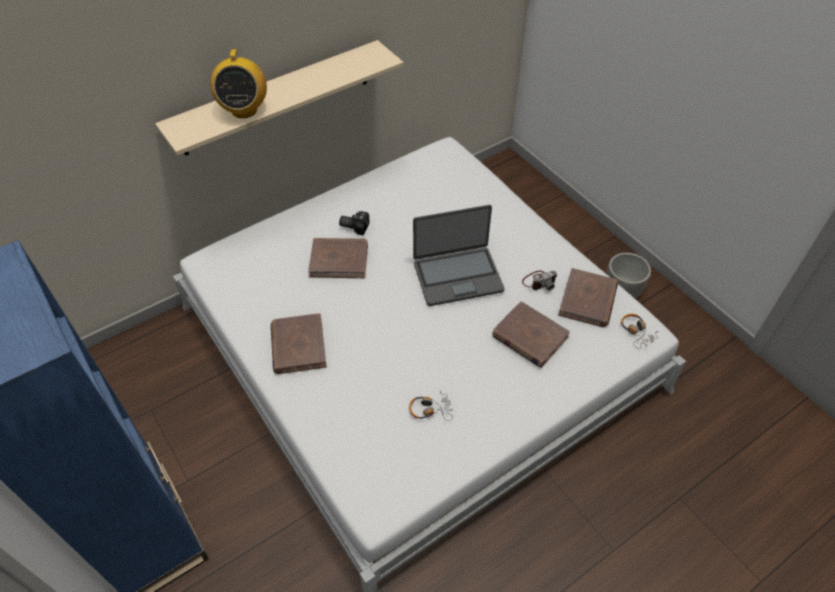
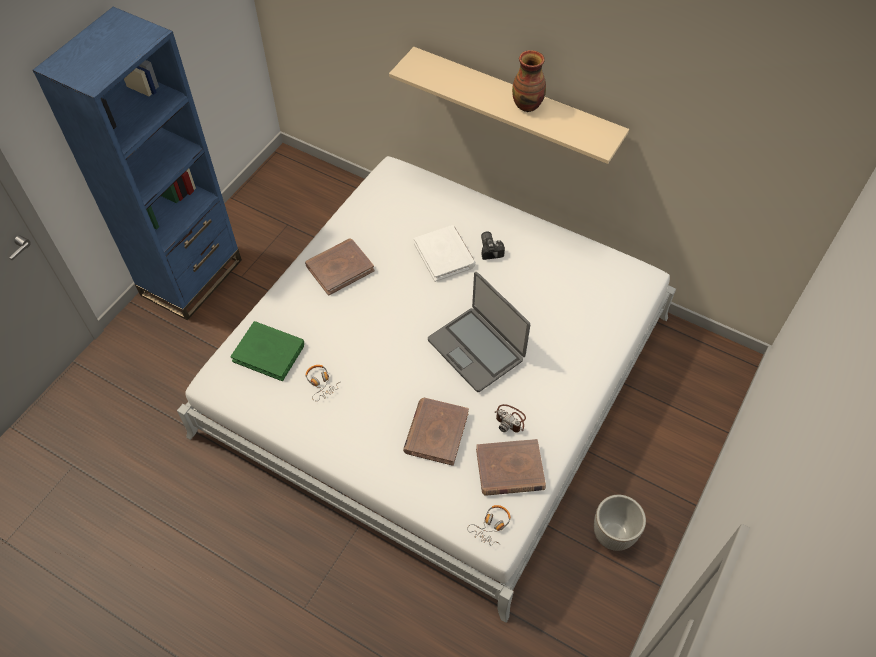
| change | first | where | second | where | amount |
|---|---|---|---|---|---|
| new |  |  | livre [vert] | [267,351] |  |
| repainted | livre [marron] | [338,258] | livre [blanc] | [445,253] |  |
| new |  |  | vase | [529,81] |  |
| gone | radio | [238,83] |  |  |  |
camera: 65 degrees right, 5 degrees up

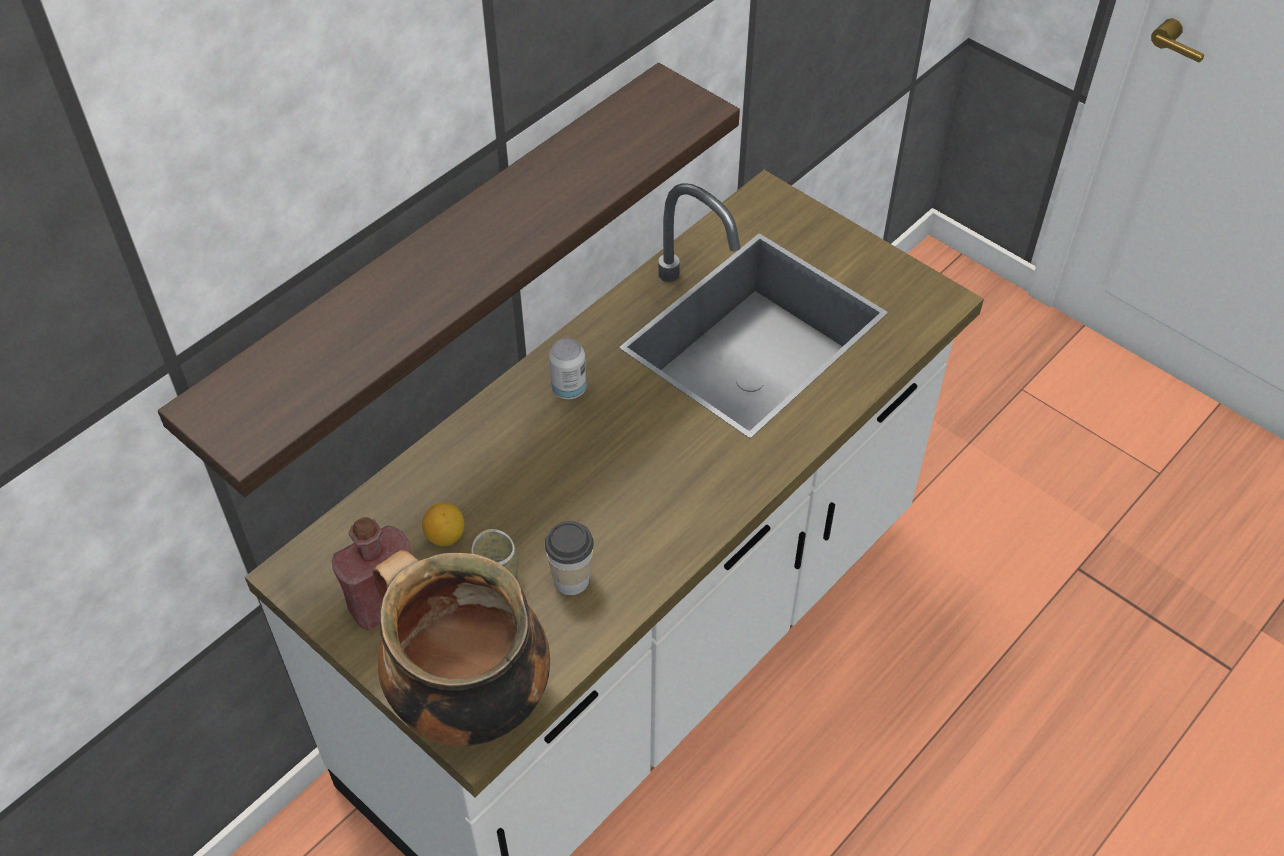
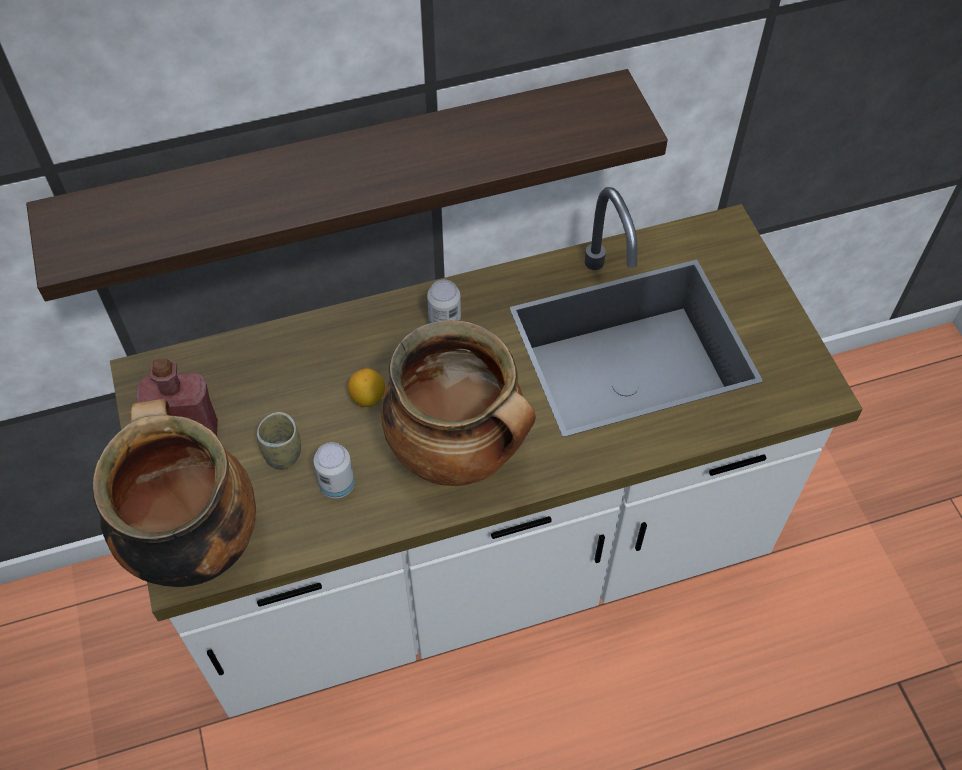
| change | first | where | second | where | amount |
|---|---|---|---|---|---|
| swapped | tasse | [569,558] | boîte métallique | [334,470] |  |
| shifted | citron | [443,524] |  | [366,388] |  |
| new |  |  | marmite | [458,403] |  |
camera: 30 degrees right, 5 degrees up

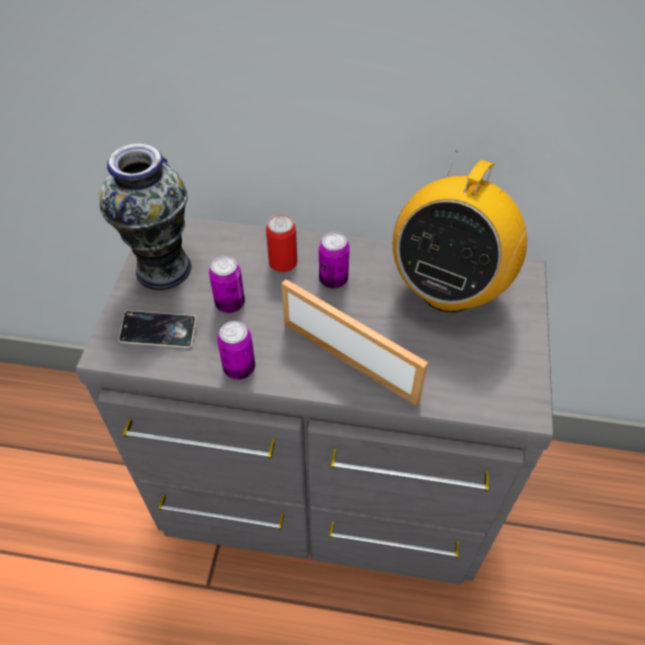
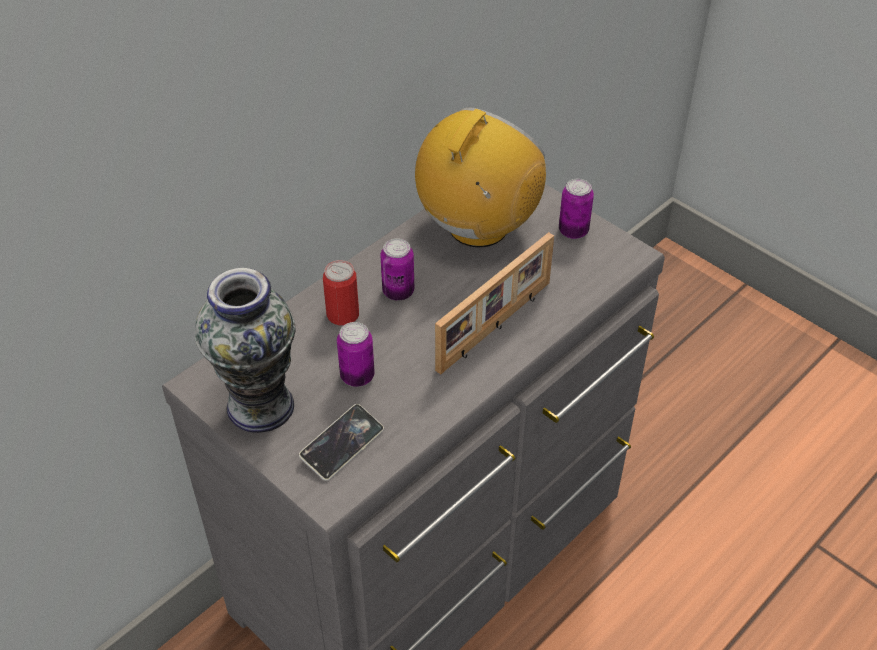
| change | first | where | second | where | amount |
|---|---|---|---|---|---|
| rotated | radio | [460,231] |  | [480,177] | 120 degrees counterclockwise |
| rotated | cadre photo | [354,342] |  | [494,303] | 150 degrees clockwise |
| shifted | boîte métallique | [236,350] |  | [576,209] |  |
camera: 55 degrees left, 5 degrees down

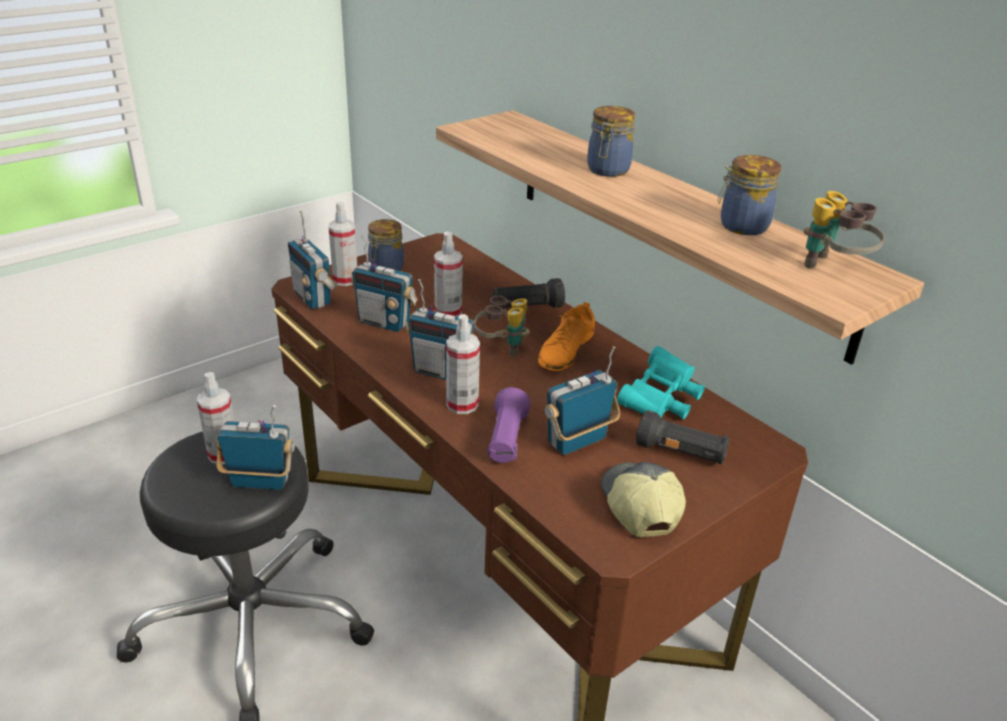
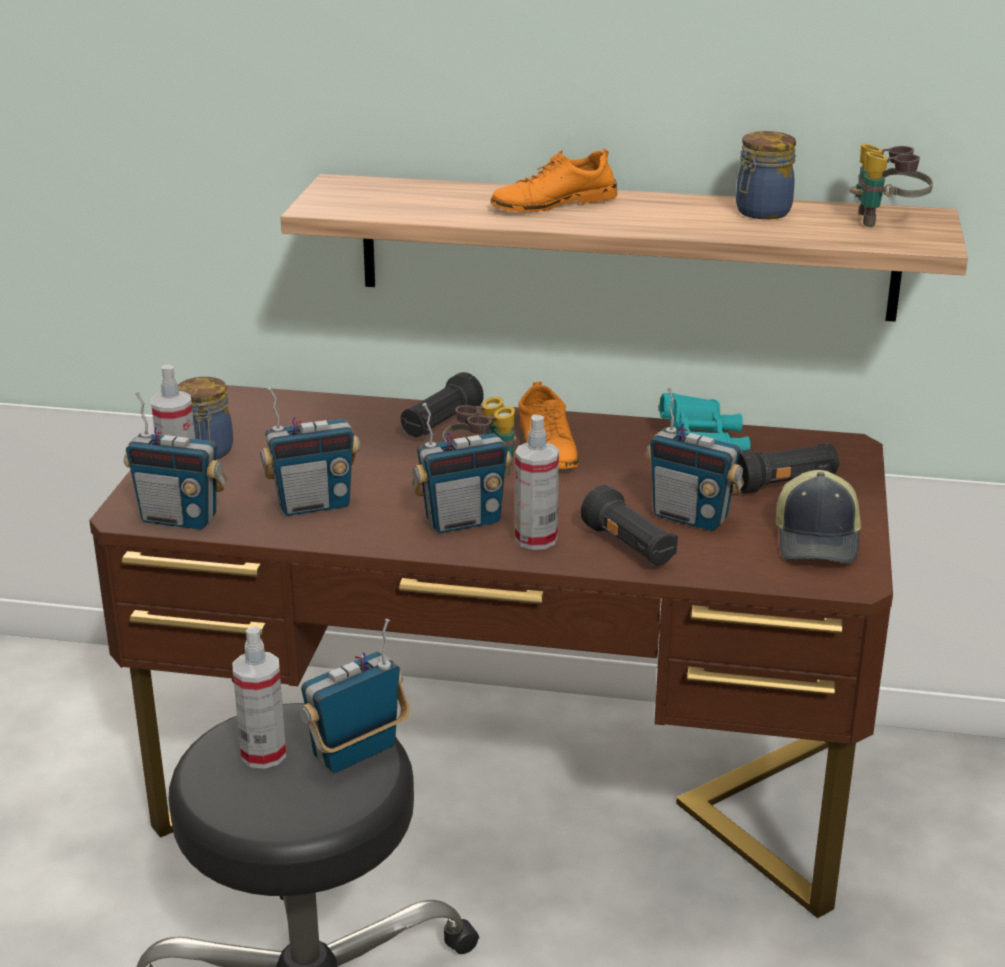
| change | first | where | second | where | amount |
|---|---|---|---|---|---|
| swapped | bocal | [611,141] | chaussure [orange] | [553,180] |  |
| repainted | lampe de poche [violet] | [508,425] | lampe de poche [noir] | [629,525] |  |
| rotated | radio | [582,400] |  | [694,459] | 75 degrees counterclockwise |
| rotated | casquette | [643,500] |  | [818,516] | 120 degrees counterclockwise |
| gone | vaporisateur | [448,274] |  |  |  |
camera: 40 degrees left, 5 degrees down

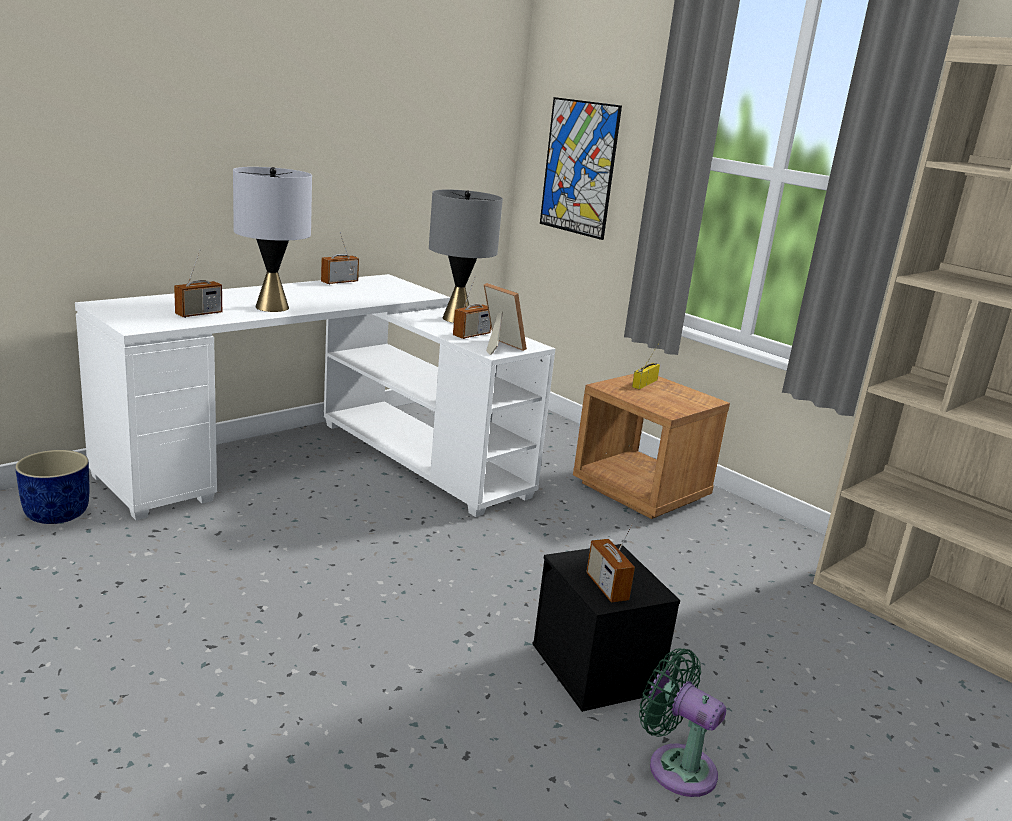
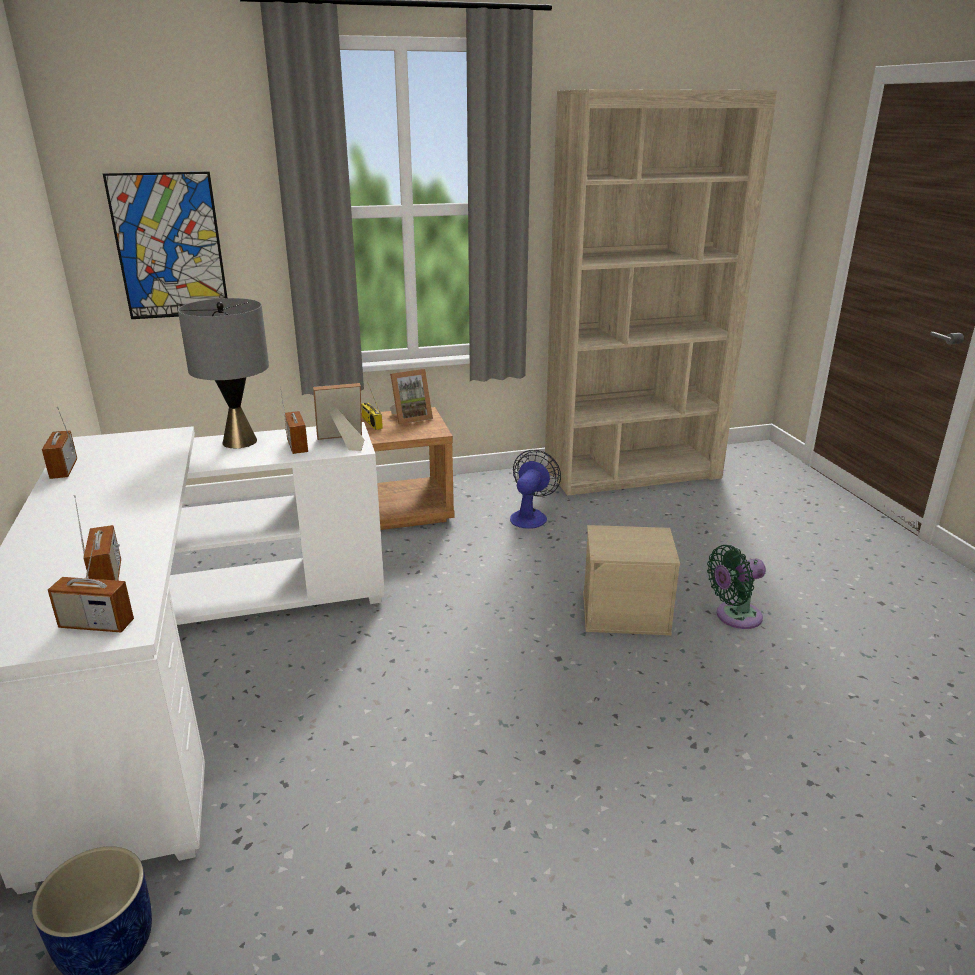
| change | first | where | second | where | amount |
|---|---|---|---|---|---|
| shifted | radio | [610,560] |  | [91,582] |  |
| new |  |  | cadre photo | [411,396] |  |
| new |  |  | ventilateur | [535,489] |  |
| repainted | boîte de rangement [noir] | [606,628] | boîte de rangement [beige] | [631,580] |  |
| gone | lampe de table [gris] | [272,239] |  |  |  |
camera: 60 degrees left, 5 degrees up

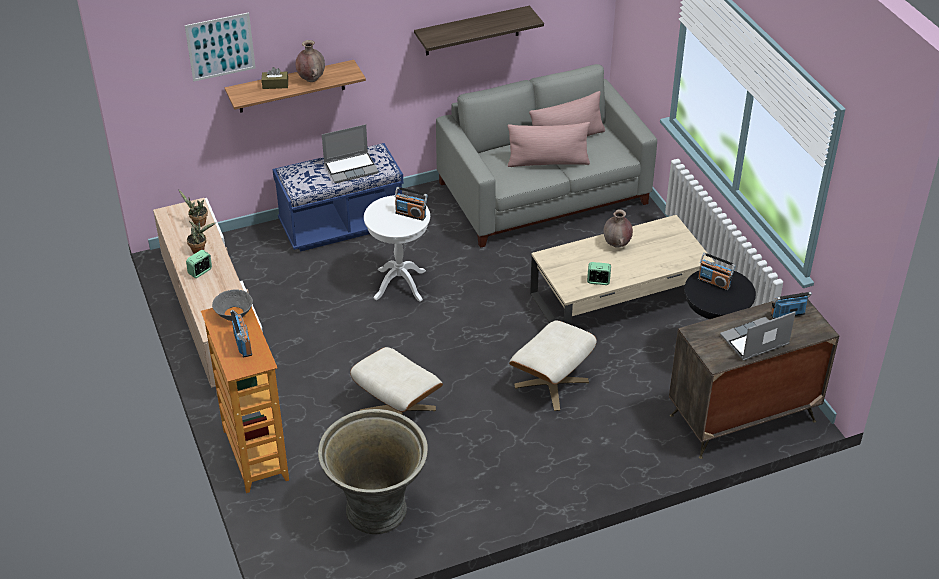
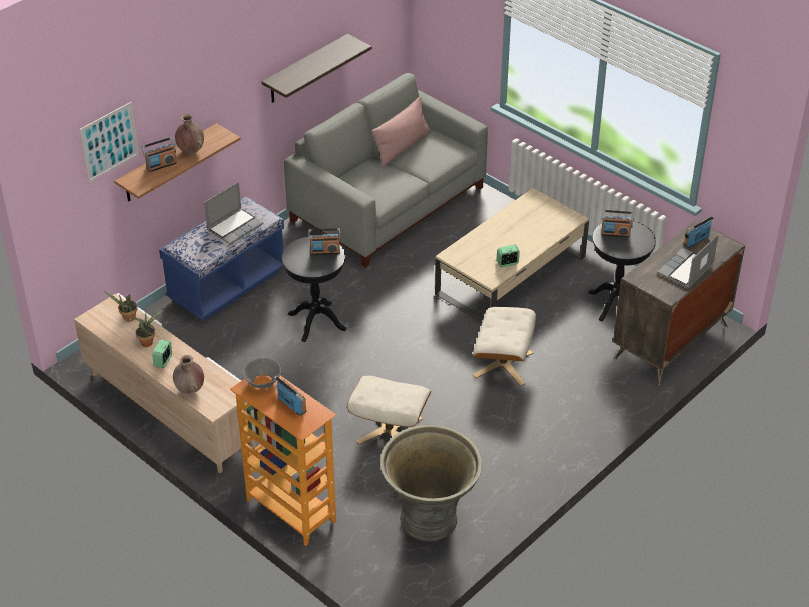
| change | first | where | second | where | amount |
|---|---|---|---|---|---|
| swapped | boîte à mouchoirs [marron] | [275,78] | radio | [159,154] |  |
| shifted | vase [marron] | [618,228] |  | [188,374] |  |
| repainted | table d'appoint [blanc] | [397,248] | table d'appoint [noir] | [313,289] |  |
| gone | coussin [rose] | [549,144] |  |  |  |
camera: 25 degrees left, 0 degrees up

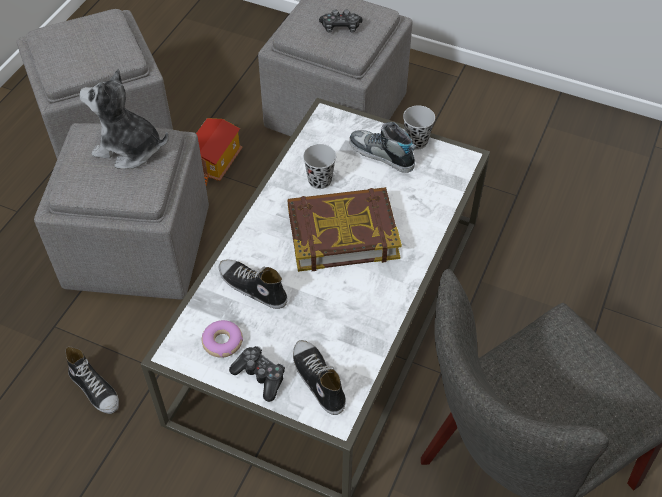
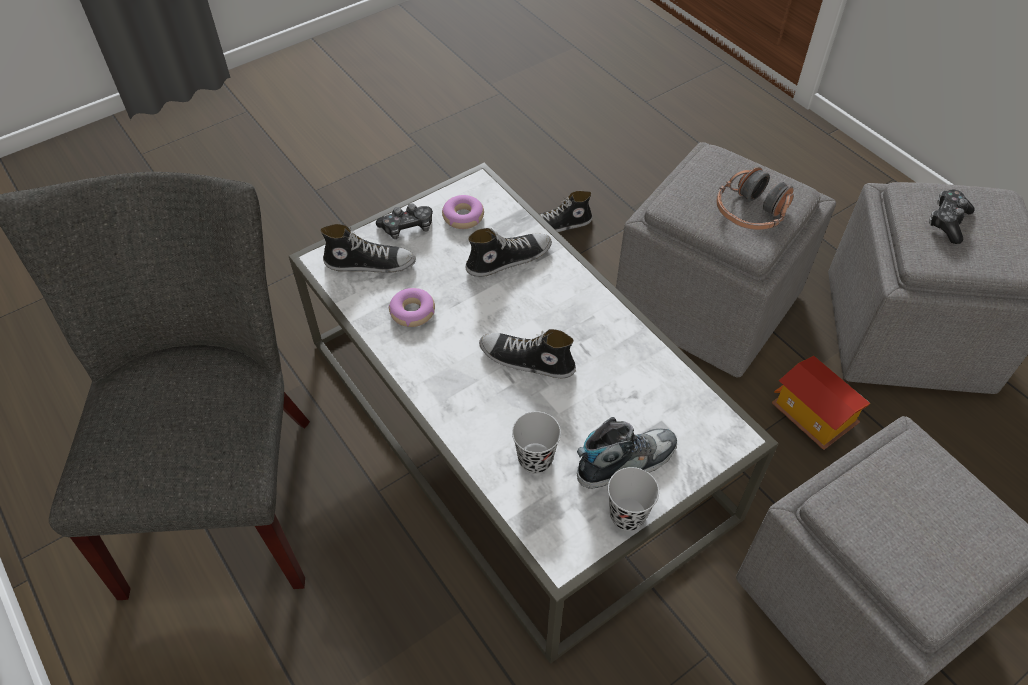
| change | first | where | second | where | amount |
|---|---|---|---|---|---|
| new |  |  | beignet | [412,307] |  |
| swapped | livre | [345,229] | chaussure | [527,353] |  |
| shifted | tasse [noir] | [319,166] |  | [536,442] |  |
| swapped | peluche | [124,119] | casque audio | [755,198] |  |
| shifted | manette | [341,21] |  | [952,216] |  |
camera: 120 degrees right, 0 degrees up

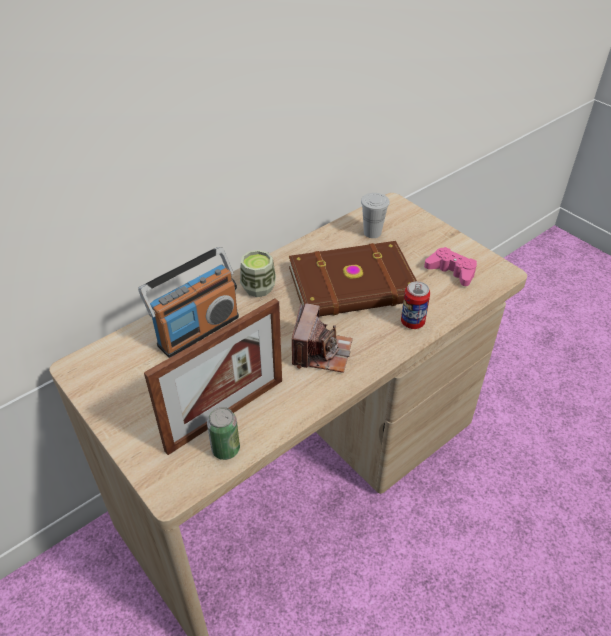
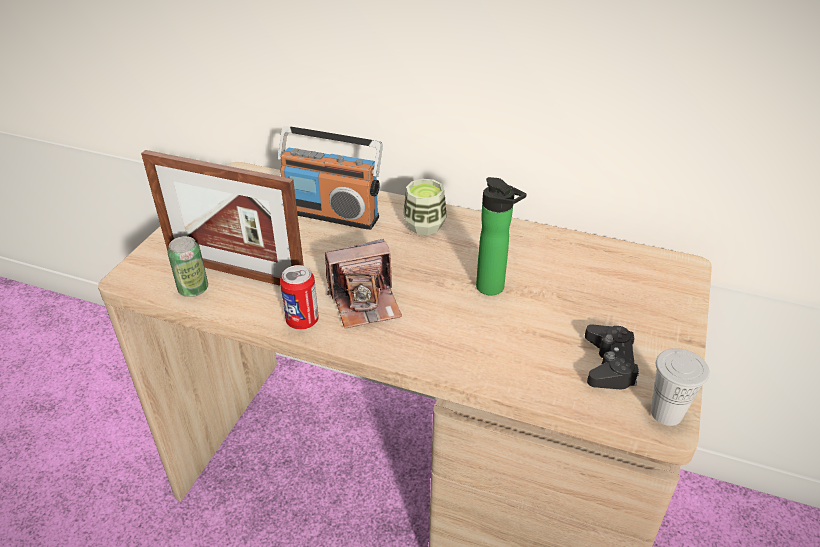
| change | first | where | second | where | amount |
|---|---|---|---|---|---|
| shifted | boîte métallique | [415,305] |  | [299,297] |  |
| swapped | livre [marron] | [353,279] | bouteille | [501,236] |  |
| repainted | manette [rose] | [450,266] | manette [noir] | [612,356] |  |
| shifted | tasse [blanc] | [375,215] |  | [680,387] |  |
camera: 60 degrees right, 5 degrees down

